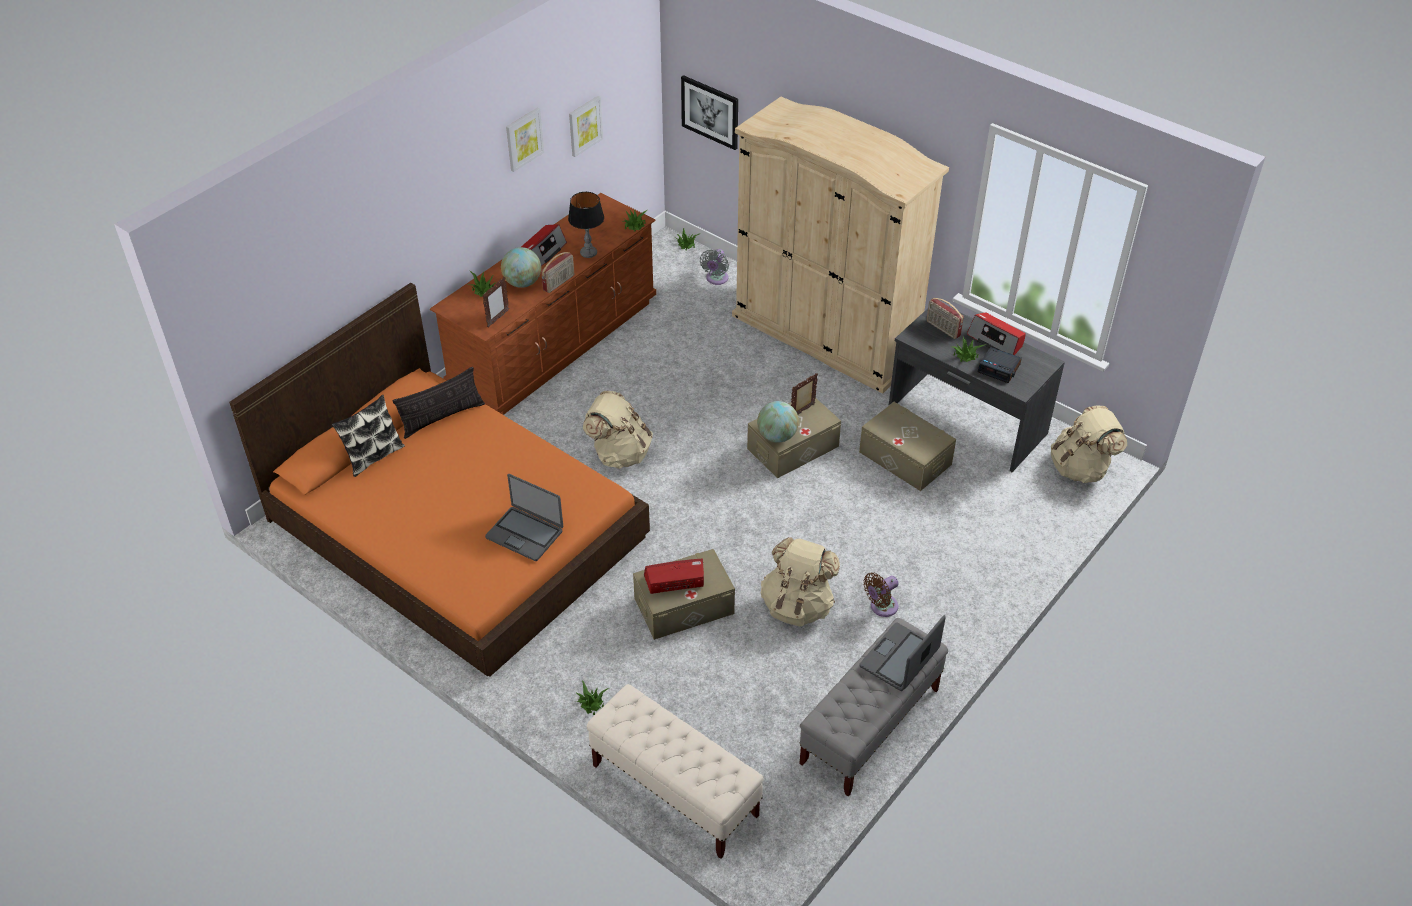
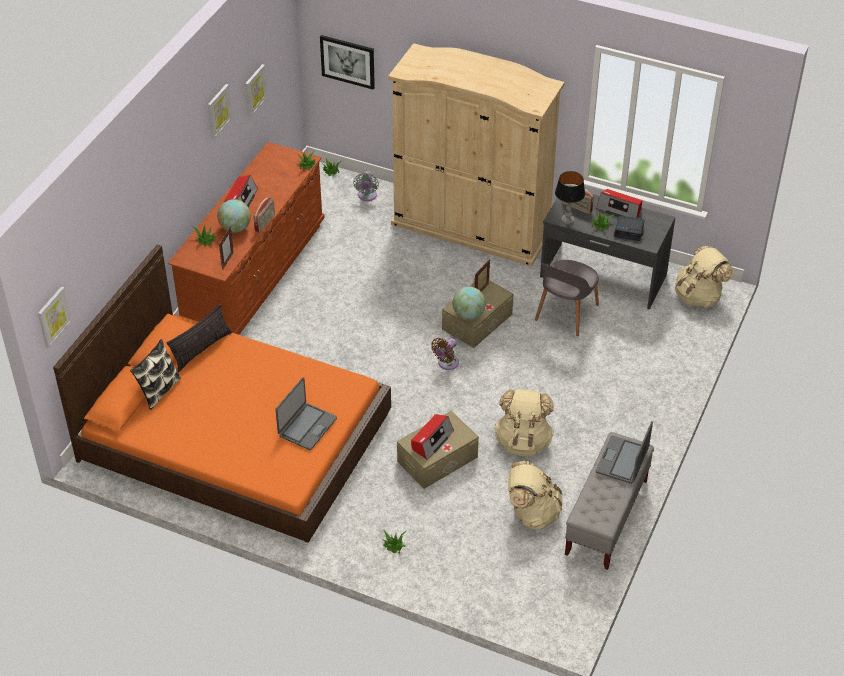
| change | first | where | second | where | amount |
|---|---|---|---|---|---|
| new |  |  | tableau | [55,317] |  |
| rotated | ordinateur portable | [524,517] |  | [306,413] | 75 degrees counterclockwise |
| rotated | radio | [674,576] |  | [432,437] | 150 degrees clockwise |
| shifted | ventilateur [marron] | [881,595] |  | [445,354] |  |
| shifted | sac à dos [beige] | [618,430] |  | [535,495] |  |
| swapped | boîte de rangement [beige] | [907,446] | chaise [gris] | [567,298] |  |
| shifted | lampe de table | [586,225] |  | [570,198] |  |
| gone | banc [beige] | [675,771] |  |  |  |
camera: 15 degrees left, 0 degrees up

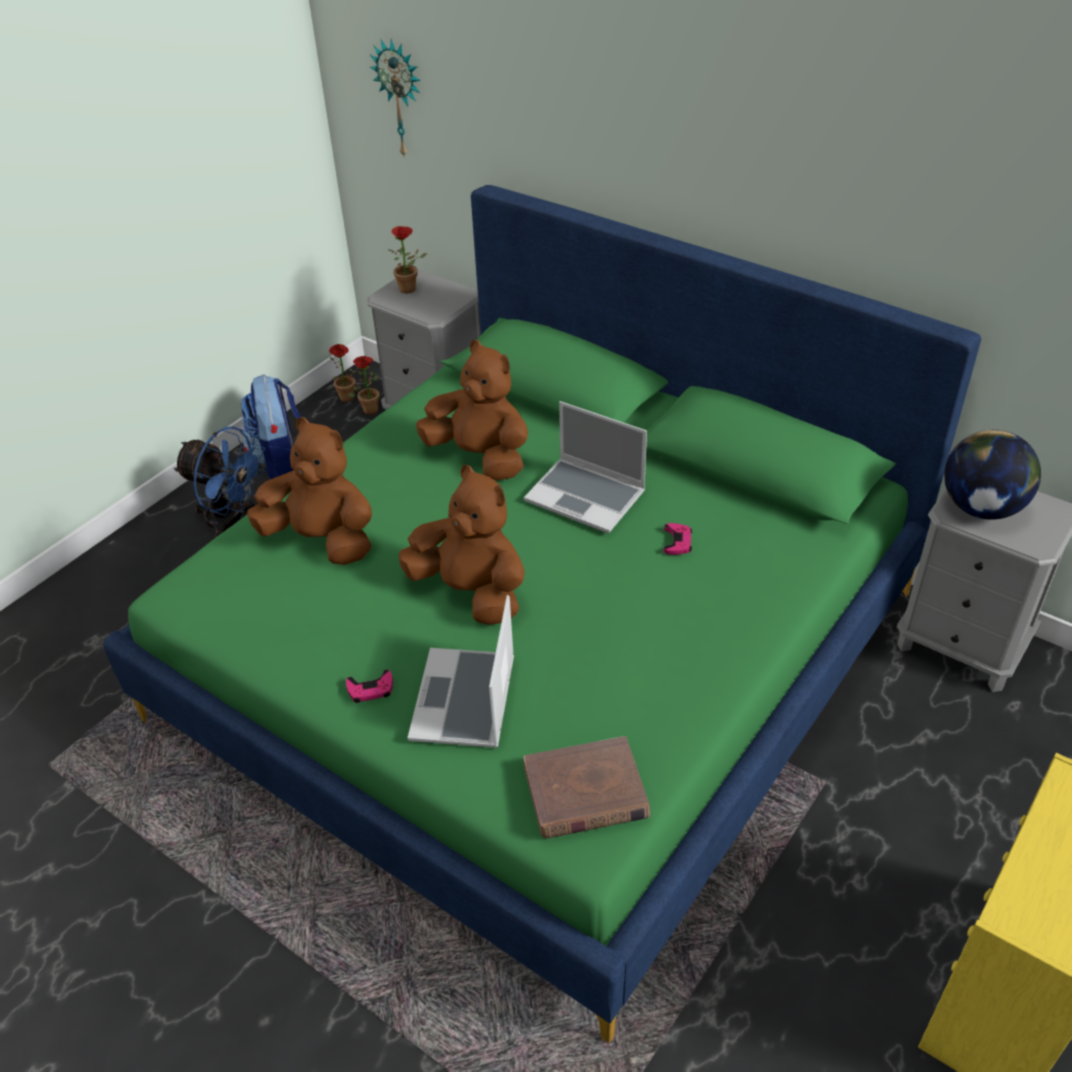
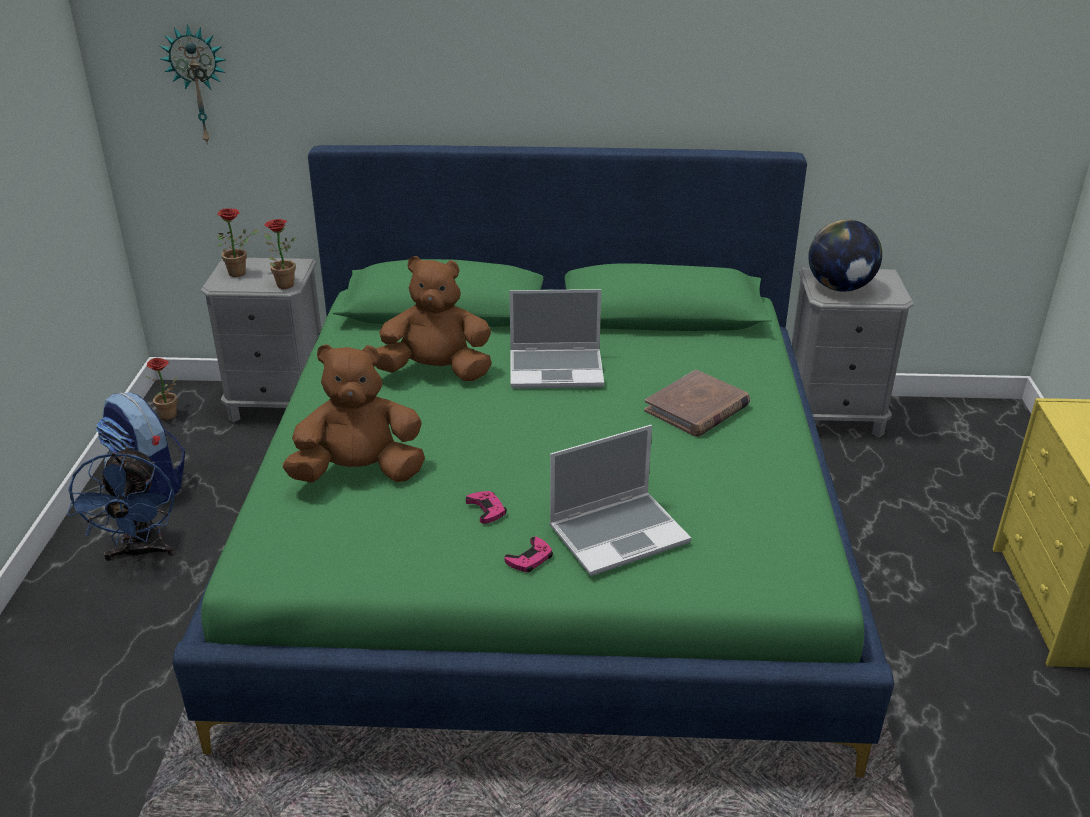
| change | first | where | second | where | amount |
|---|---|---|---|---|---|
| rotated | ventilateur [bleu] | [220,482] |  | [121,503] | 90 degrees clockwise |
| shifted | plante en pot | [364,385] |  | [280,254] |  |
| shifted | manette [rose] | [678,539] |  | [486,507] |  |
| rotated | ordinateur portable | [461,671] |  | [620,500] | 90 degrees counterclockwise |
| shifted | livre [marron] | [586,787] |  | [697,403] |  |
| gone | peluche [marron] | [462,545] |  |  |  |
camera: 35 degrees left, 10 degrees down

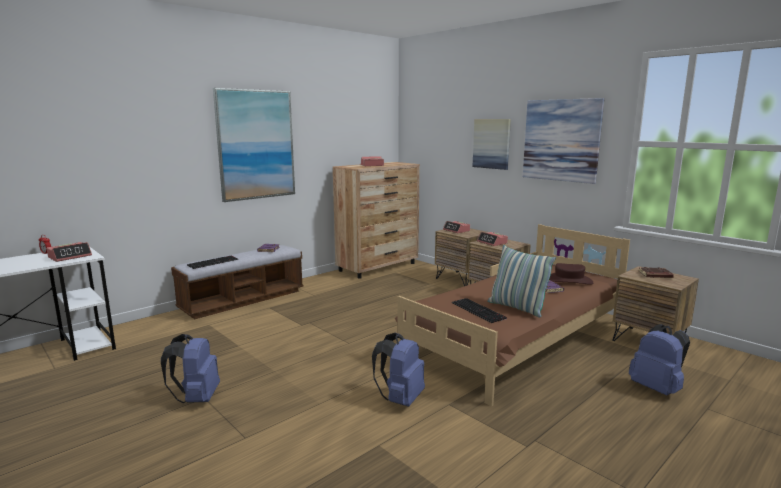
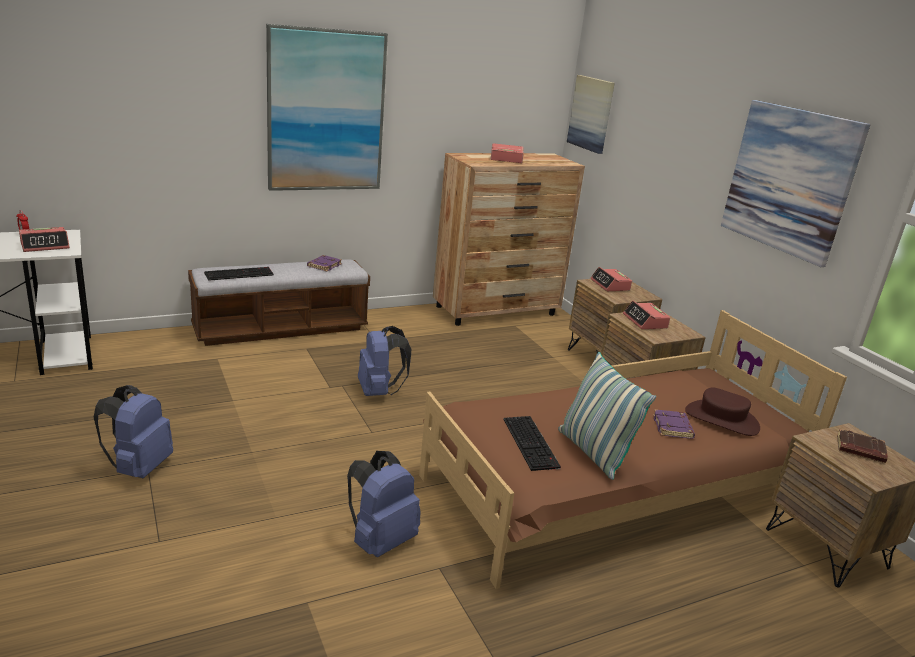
| change | first | where | second | where | amount |
|---|---|---|---|---|---|
| shifted | sac à dos [bleu] | [659,359] |  | [384,361] |  |
| shifted | tableau | [491,144] |  | [591,114] |  |
camera: 15 degrees right, 10 degrees up

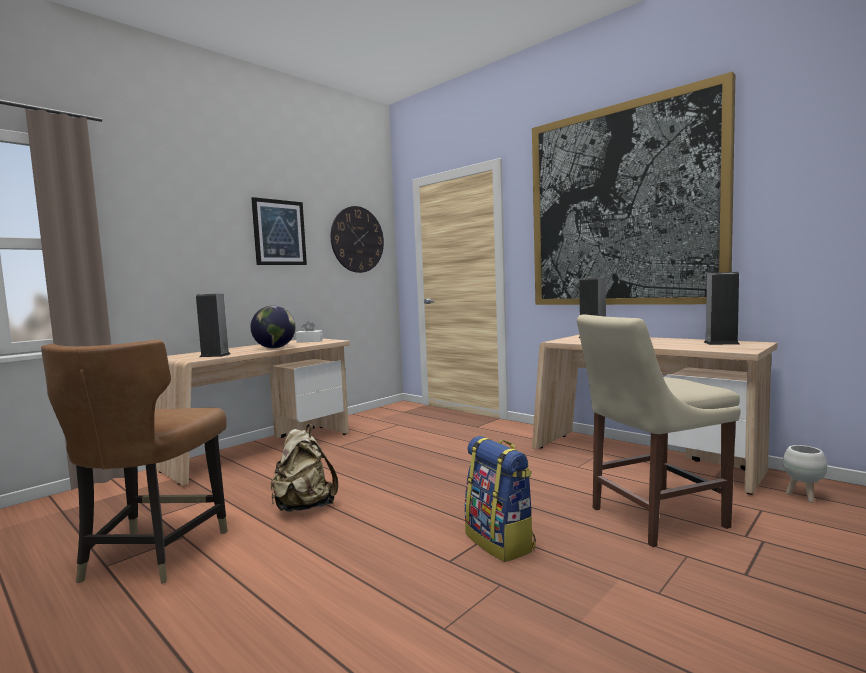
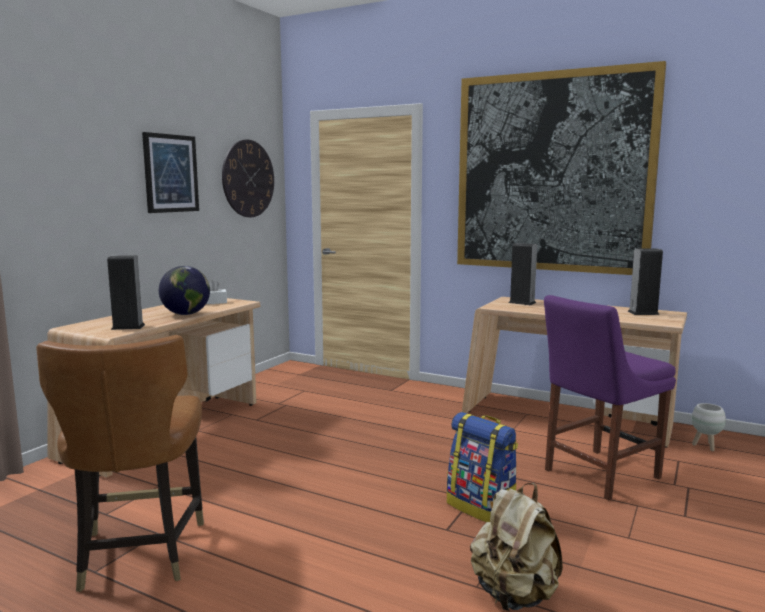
| change | first | where | second | where | amount |
|---|---|---|---|---|---|
| shifted | sac à dos [beige] | [304,468] |  | [516,547] |  |
| repainted | chaise [beige] | [659,430] | chaise [violet] | [610,398] |  |
camera: 15 degrees left, 5 degrees up

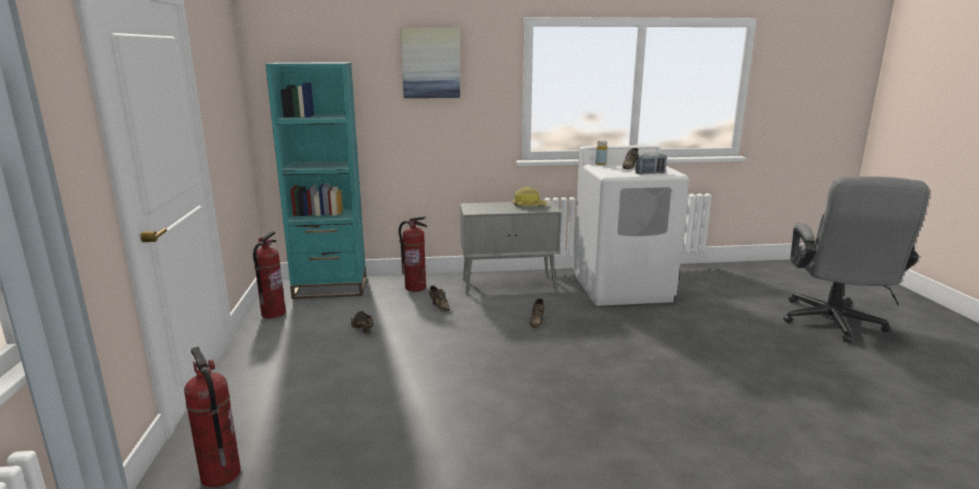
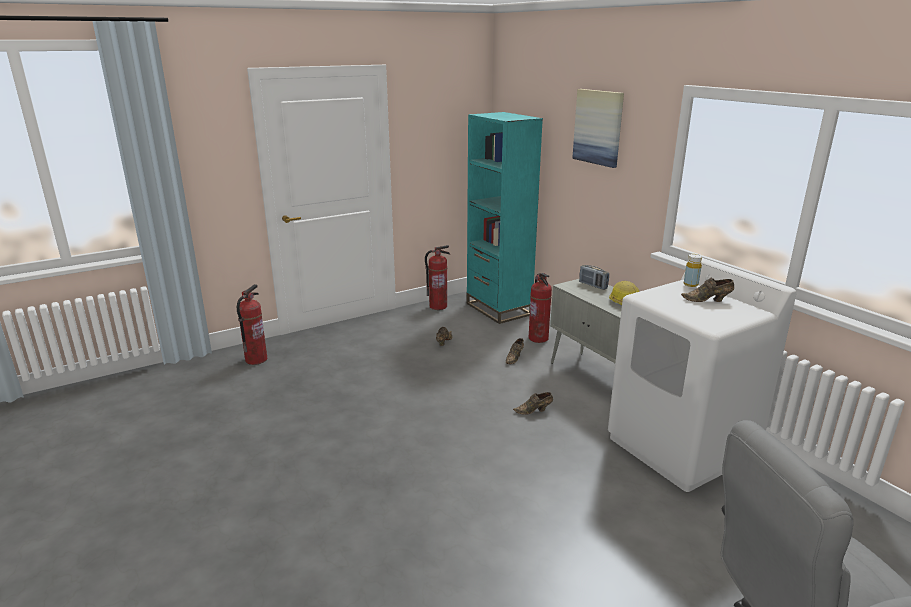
| change | first | where | second | where | amount |
|---|---|---|---|---|---|
| shifted | radio | [651,164] |  | [594,277] |  |
camera: 65 degrees right, 5 degrees up

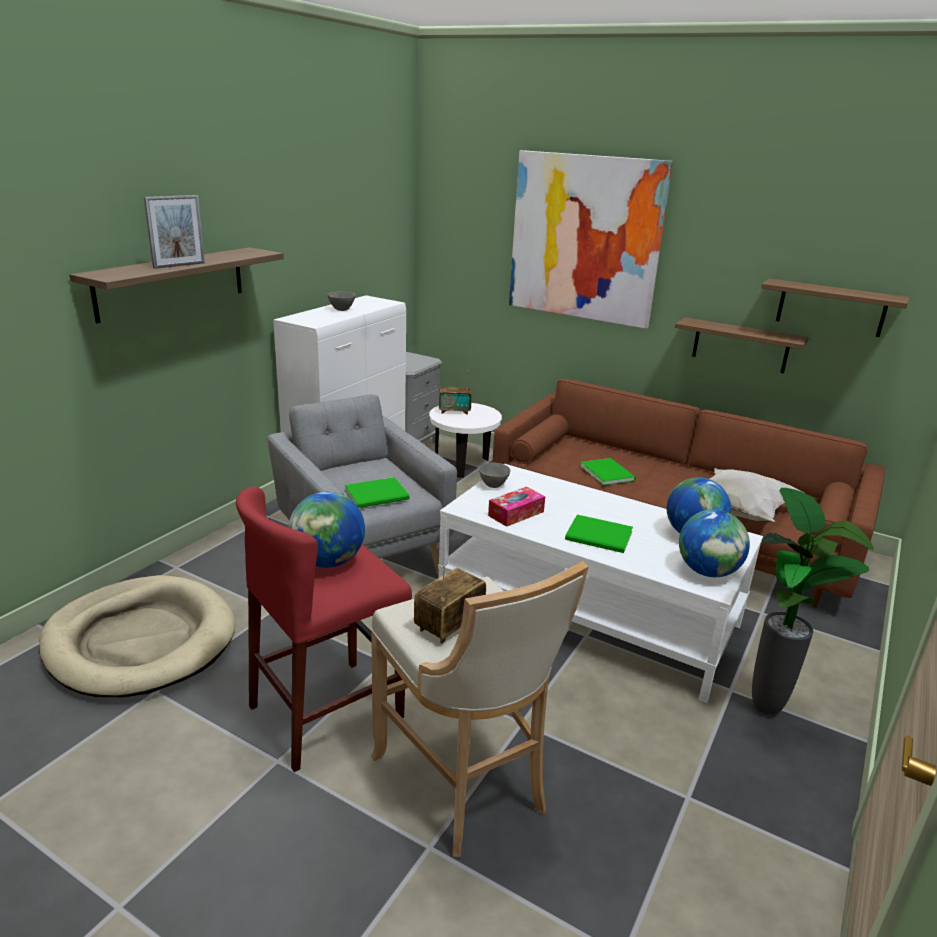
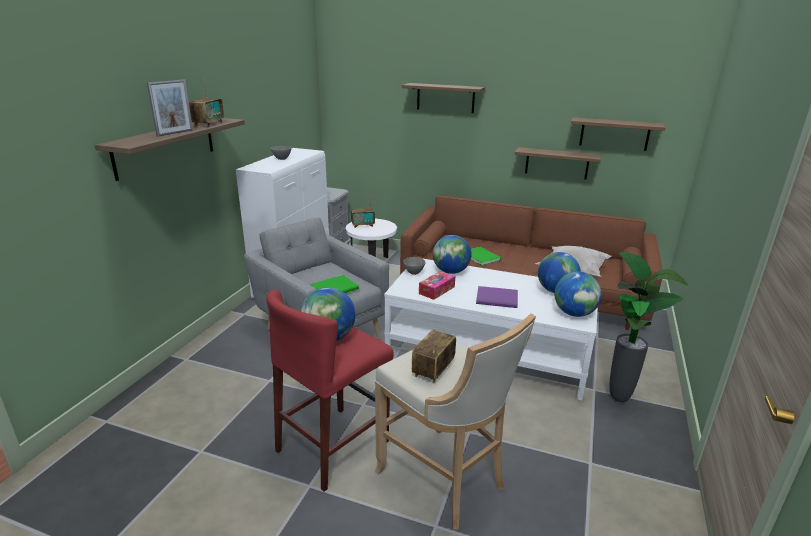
| change | first | where | second | where | amount |
|---|---|---|---|---|---|
| new |  |  | radio | [206,102] |  |
| swapped | tableau | [591,239] | étagère | [443,98] |  |
| new |  |  | globe | [452,254] |  |
| repainted | livre [vert] | [599,534] | livre [violet] | [497,297] |  |
| gone | panier pour chien [beige] | [137,636] |  |  |  |
camera: 10 degrees left, 0 degrees up

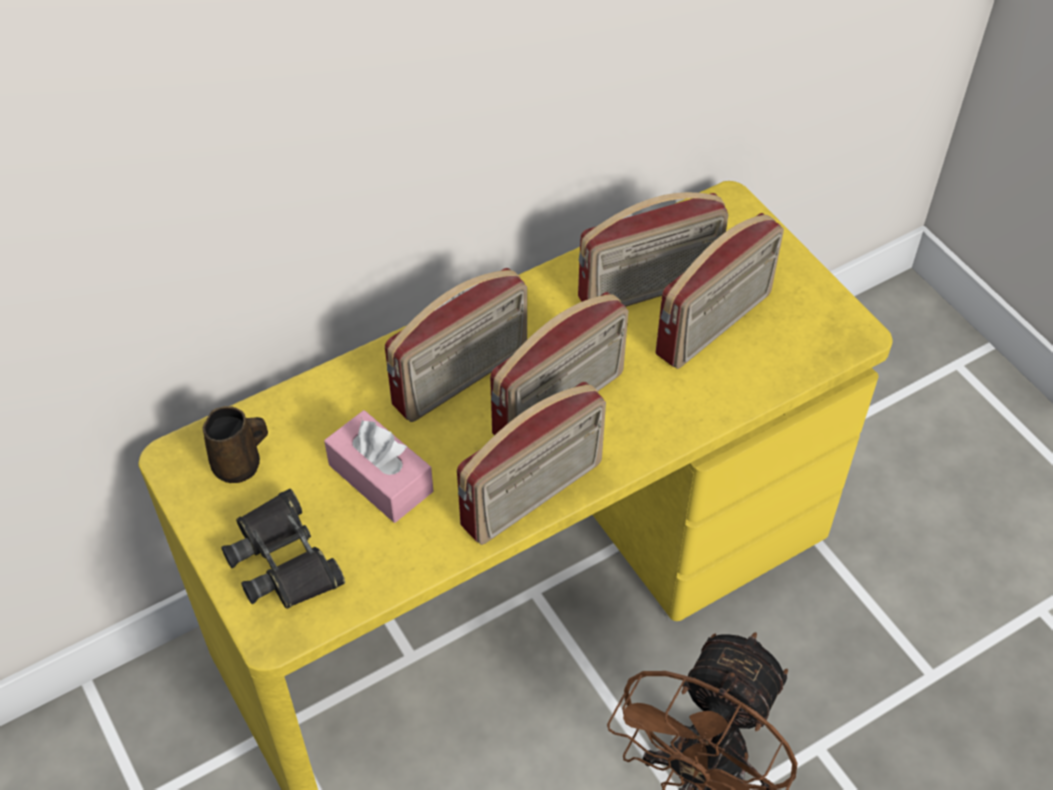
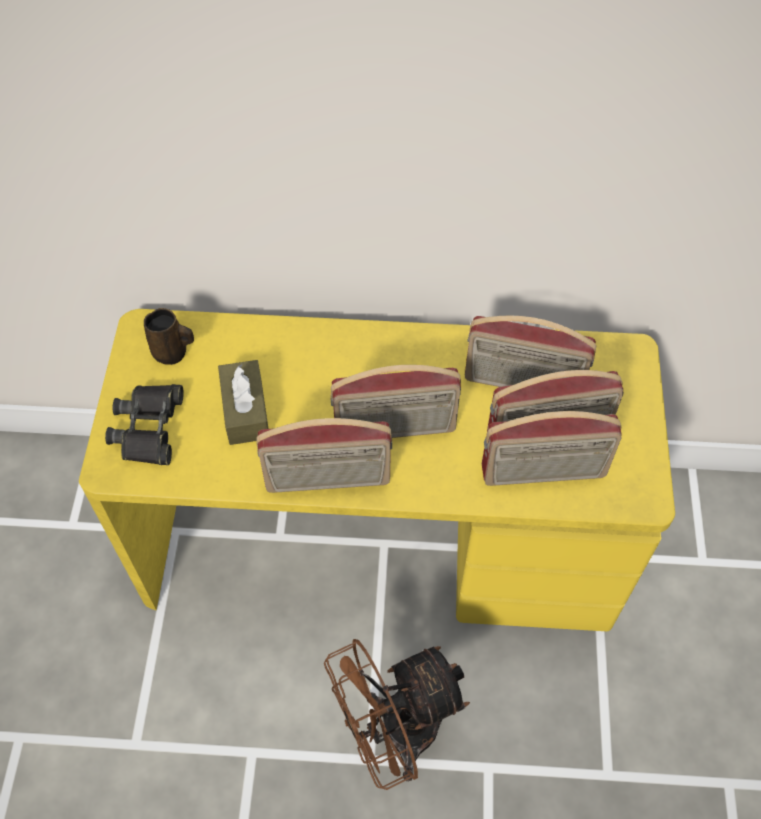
| change | first | where | second | where | amount |
|---|---|---|---|---|---|
| repainted | boîte à mouchoirs [rose] | [378,466] | boîte à mouchoirs [marron] | [243,402] |  |
| shifted | radio | [456,345] |  | [552,448] |  |
camera: 35 degrees right, 5 degrees up

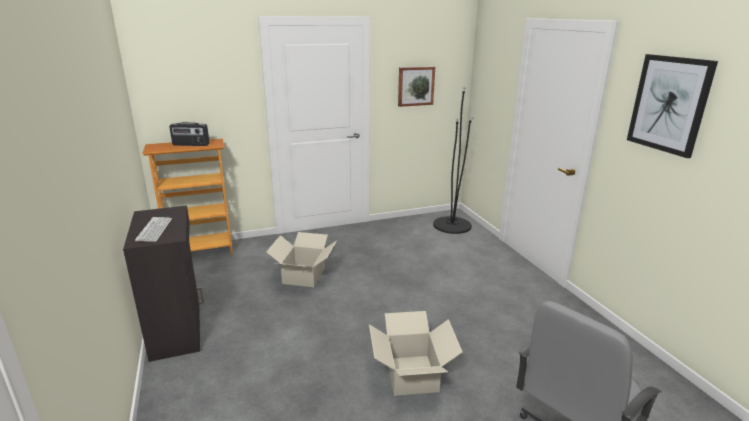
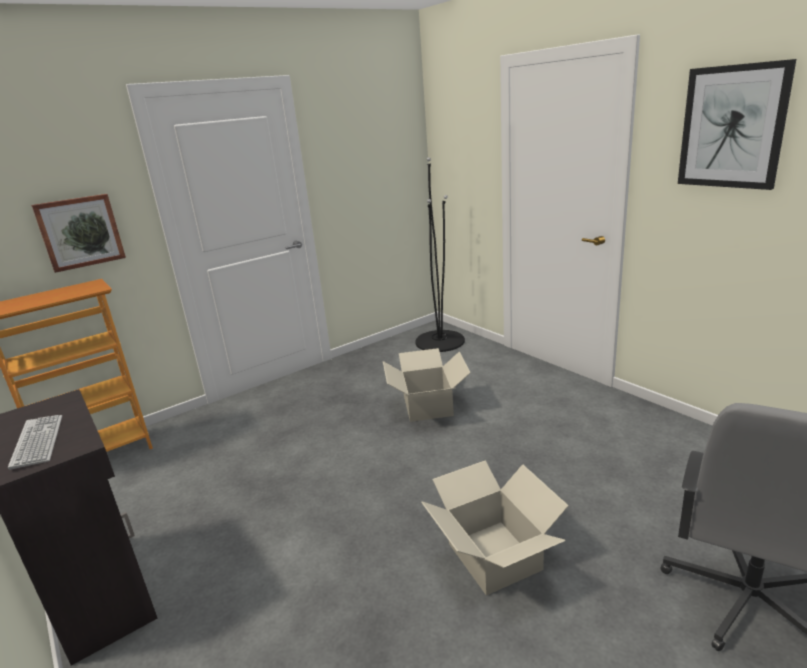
| change | first | where | second | where | amount |
|---|---|---|---|---|---|
| shifted | tableau | [416,86] |  | [78,233] |  |
| shifted | carton | [301,259] |  | [427,385] |  |
| gone | radio | [189,134] |  |  |  |
camera: 15 degrees left, 0 degrees up

